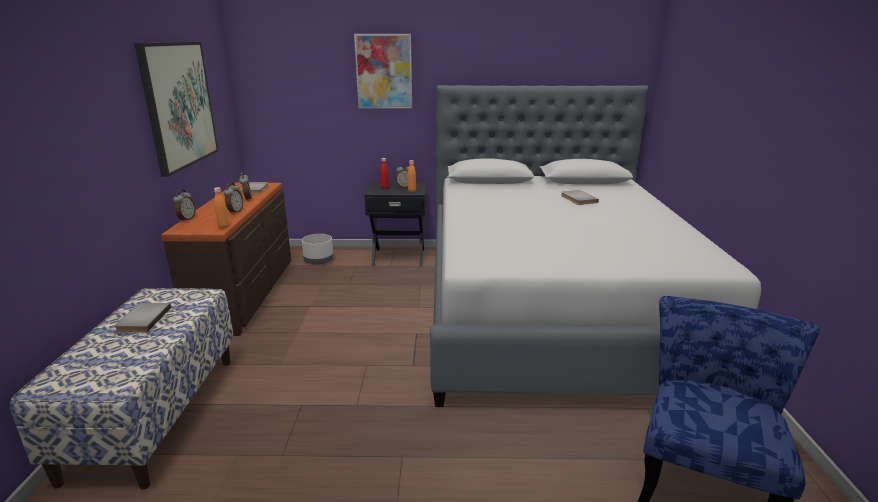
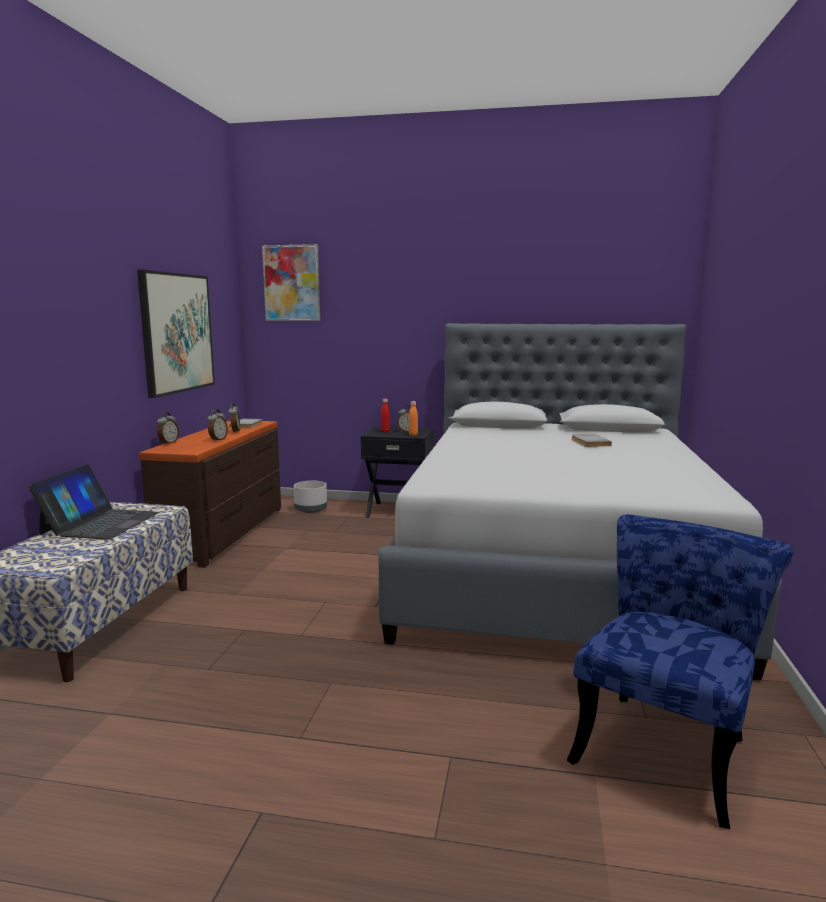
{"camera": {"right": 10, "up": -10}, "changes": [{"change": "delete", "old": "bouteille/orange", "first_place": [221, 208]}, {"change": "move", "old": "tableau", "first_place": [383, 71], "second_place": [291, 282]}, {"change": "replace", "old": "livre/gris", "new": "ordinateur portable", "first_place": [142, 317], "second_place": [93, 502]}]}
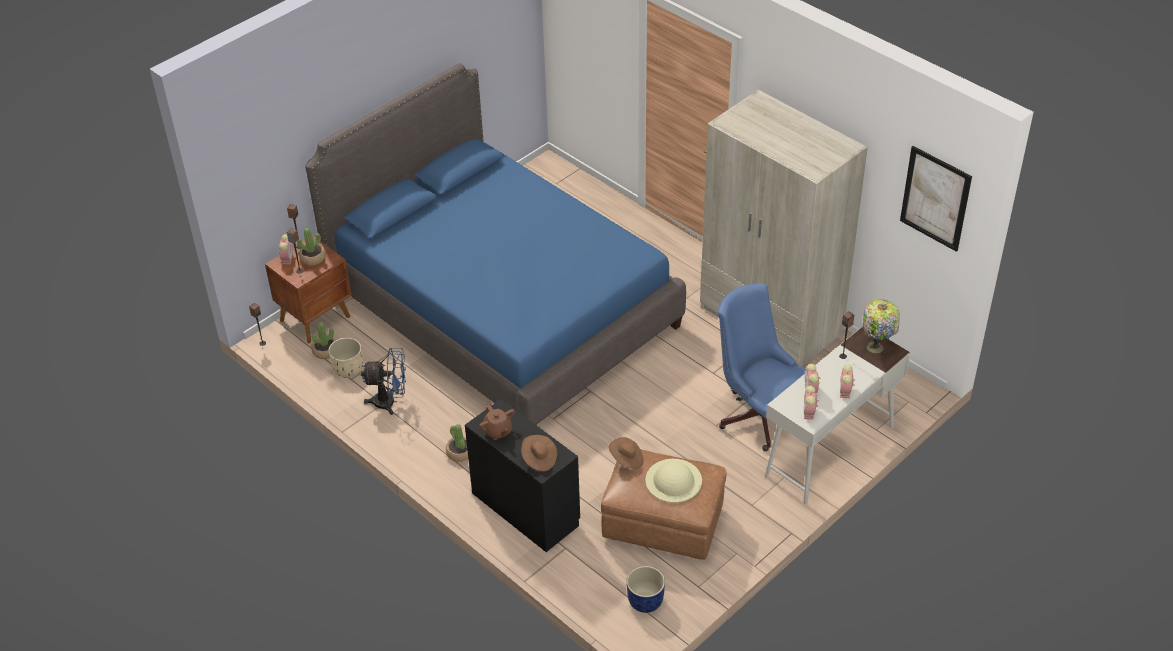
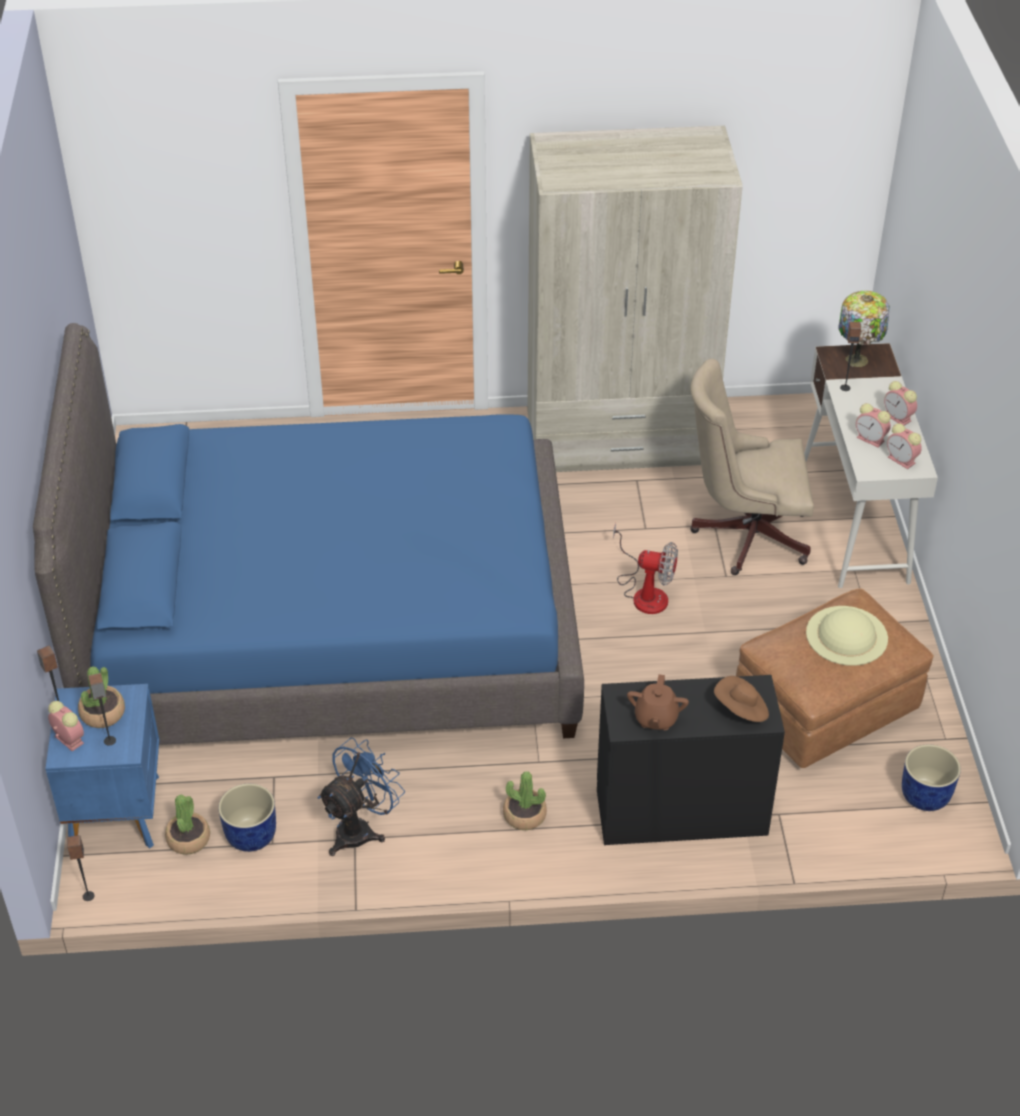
{"camera": {"right": -50, "up": 0}, "changes": [{"change": "delete", "old": "chapeau/marron", "first_place": [626, 453]}, {"change": "delete", "old": "tableau", "first_place": [936, 199]}, {"change": "insert", "new": "ventilateur", "second_place": [645, 568]}, {"change": "recolor", "old": "table de chevet/marron", "new": "table de chevet/bleu", "first_place": [308, 289], "second_place": [102, 766]}, {"change": "recolor", "old": "cache-pot/beige", "new": "cache-pot/bleu", "first_place": [345, 358], "second_place": [247, 818]}, {"change": "recolor", "old": "chaise de bureau/bleu", "new": "chaise de bureau/beige", "first_place": [761, 367], "second_place": [752, 467]}, {"change": "rotate", "old": "théière/marron", "first_place": [497, 422], "second_place": [658, 702], "degrees": 90}]}
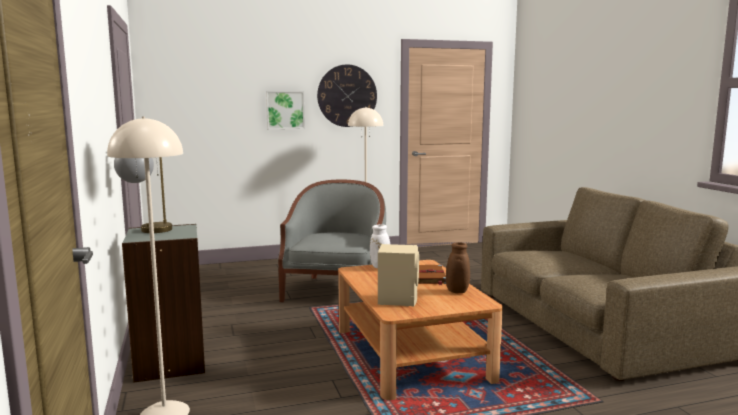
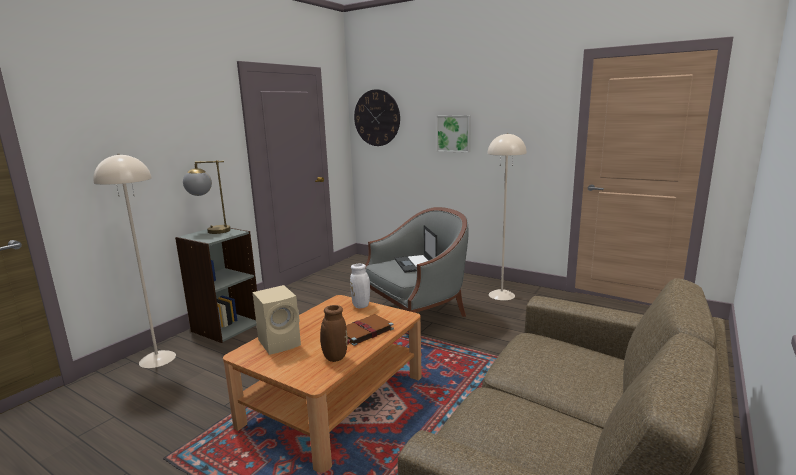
{"camera": {"right": 50, "up": 5}, "changes": [{"change": "insert", "new": "ordinateur portable", "second_place": [416, 249]}, {"change": "move", "old": "horloge murale", "first_place": [347, 95], "second_place": [377, 117]}]}
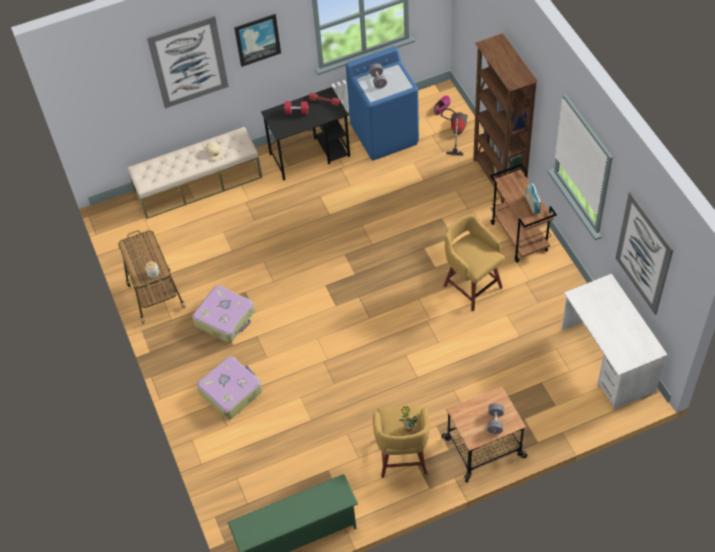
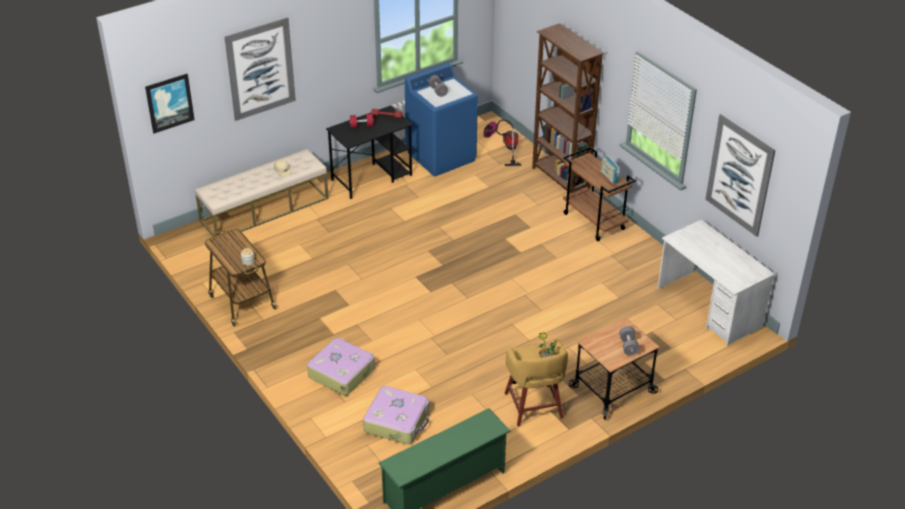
{"camera": {"right": -15, "up": -15}, "changes": [{"change": "delete", "old": "tabouret/jaune", "first_place": [474, 262]}, {"change": "move", "old": "valise", "first_place": [223, 314], "second_place": [396, 415]}, {"change": "move", "old": "tableau", "first_place": [257, 40], "second_place": [170, 103]}]}
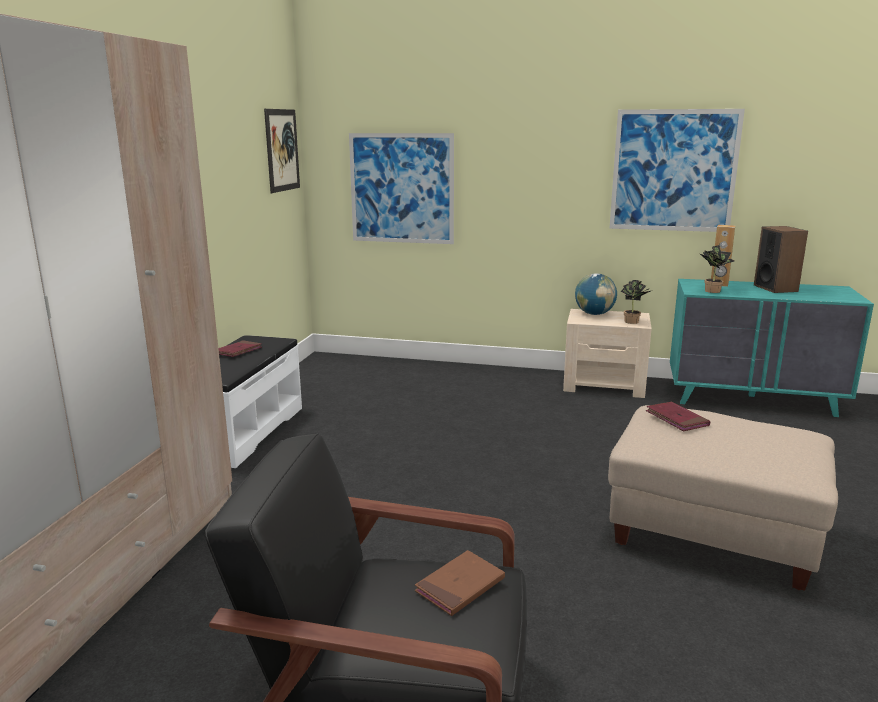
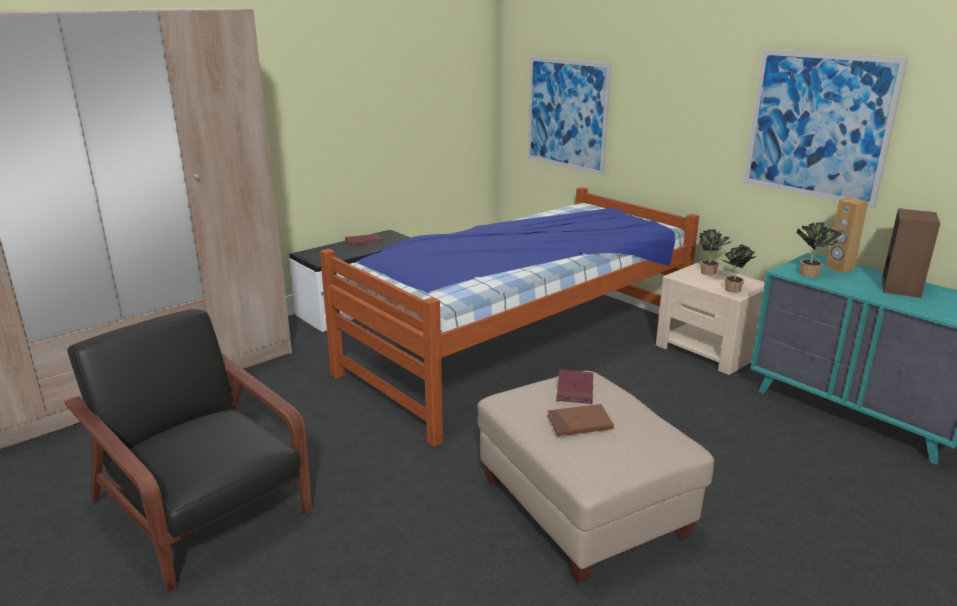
{"camera": {"right": 35, "up": 5}, "changes": [{"change": "delete", "old": "tableau", "first_place": [282, 151]}, {"change": "insert", "new": "lit", "second_place": [509, 317]}, {"change": "move", "old": "livre/marron", "first_place": [460, 583], "second_place": [580, 420]}, {"change": "replace", "old": "globe", "new": "plante en pot", "first_place": [596, 294], "second_place": [716, 252]}]}
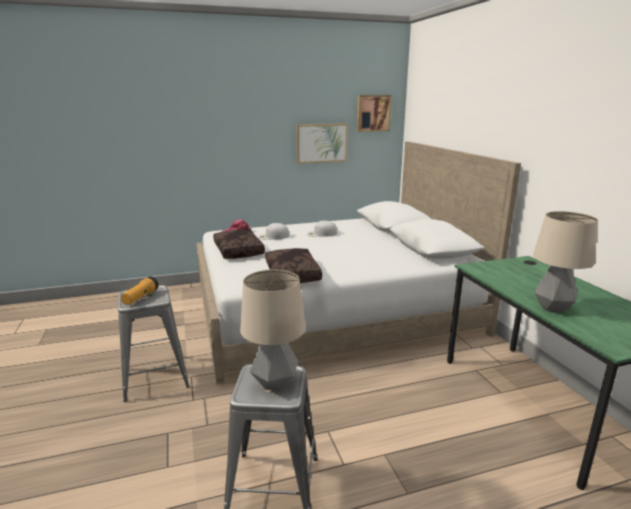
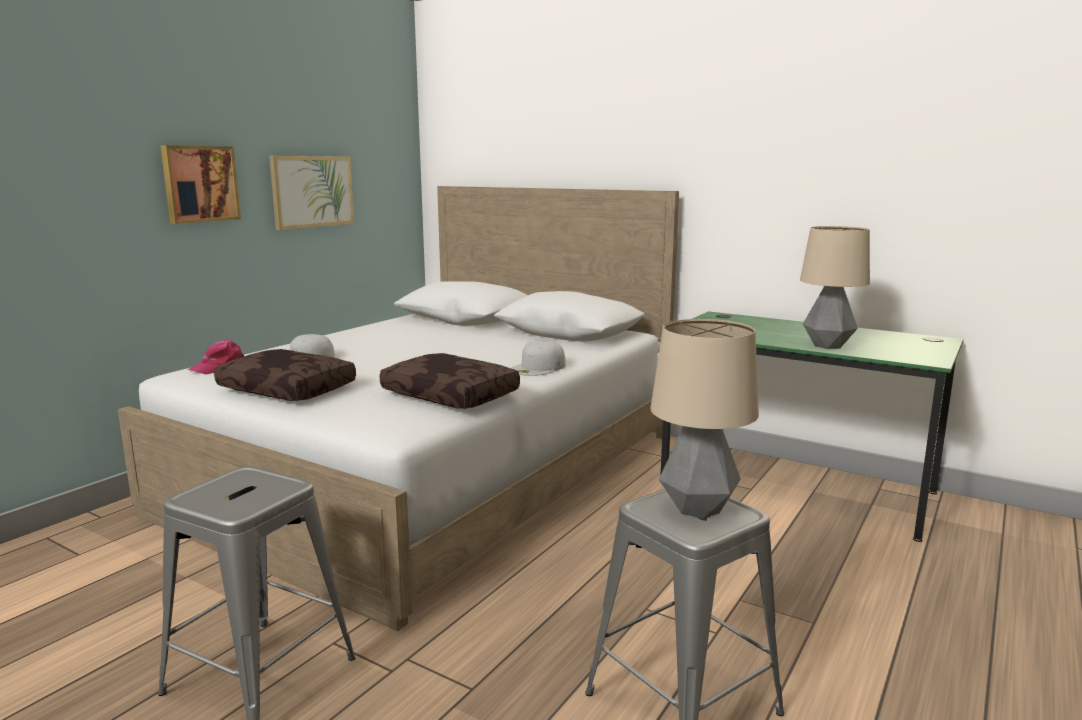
{"camera": {"right": -40, "up": -5}, "changes": [{"change": "delete", "old": "lampe de poche", "first_place": [140, 290]}, {"change": "move", "old": "casquette/blanc", "first_place": [321, 229], "second_place": [538, 358]}, {"change": "move", "old": "tableau", "first_place": [374, 113], "second_place": [200, 184]}]}
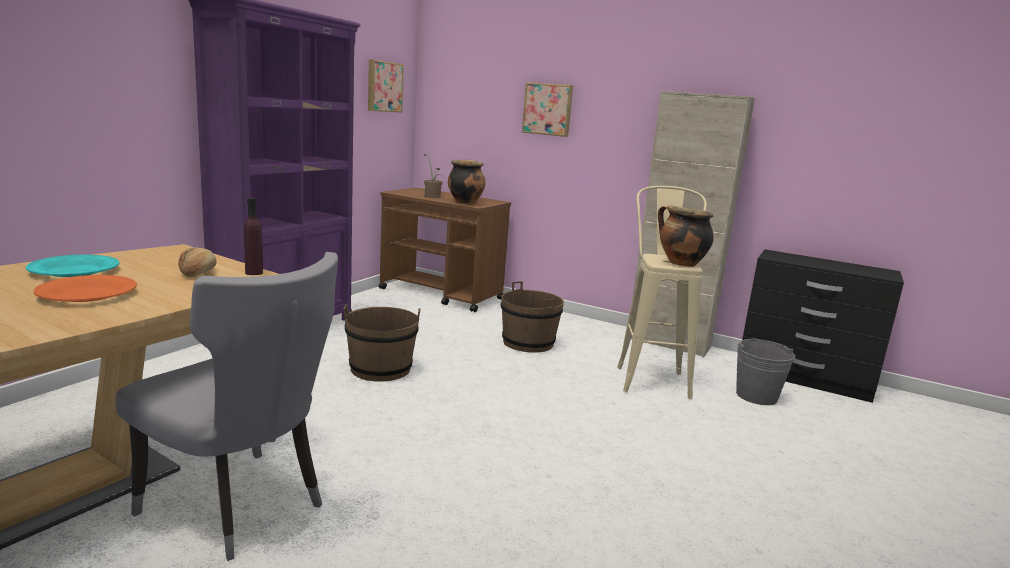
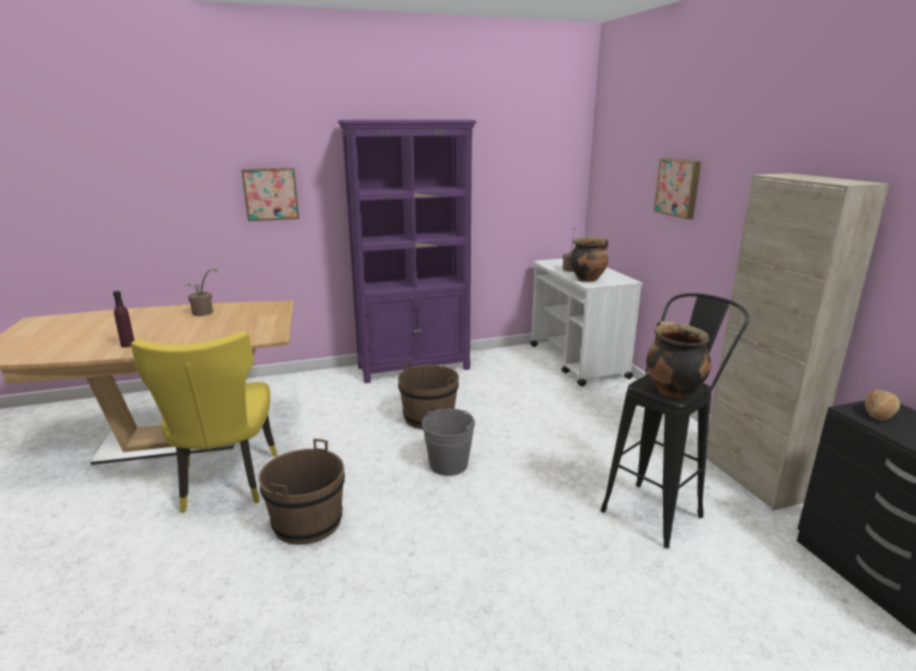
{"camera": {"right": 45, "up": 5}, "changes": [{"change": "delete", "old": "assiette/orange", "first_place": [85, 288]}, {"change": "move", "old": "pain", "first_place": [197, 262], "second_place": [882, 405]}, {"change": "move", "old": "bouteille/violet", "first_place": [253, 236], "second_place": [123, 319]}, {"change": "move", "old": "tableau", "first_place": [386, 85], "second_place": [270, 194]}, {"change": "move", "old": "seau/marron", "first_place": [532, 317], "second_place": [301, 492]}, {"change": "move", "old": "seau/gris", "first_place": [765, 371], "second_place": [448, 442]}, {"change": "replace", "old": "assiette/turquoise", "new": "plante en pot", "first_place": [72, 265], "second_place": [202, 292]}, {"change": "recolor", "old": "chaise/gris", "new": "chaise/jaune", "first_place": [226, 406], "second_place": [204, 422]}, {"change": "recolor", "old": "chariot/marron", "new": "chariot/blanc", "first_place": [445, 250], "second_place": [586, 323]}, {"change": "recolor", "old": "tabouret/beige", "new": "tabouret/noir", "first_place": [662, 292], "second_place": [674, 420]}]}
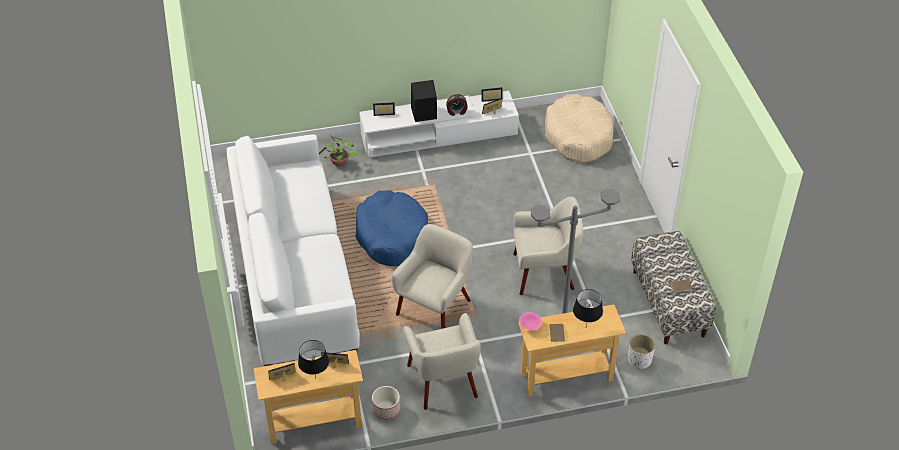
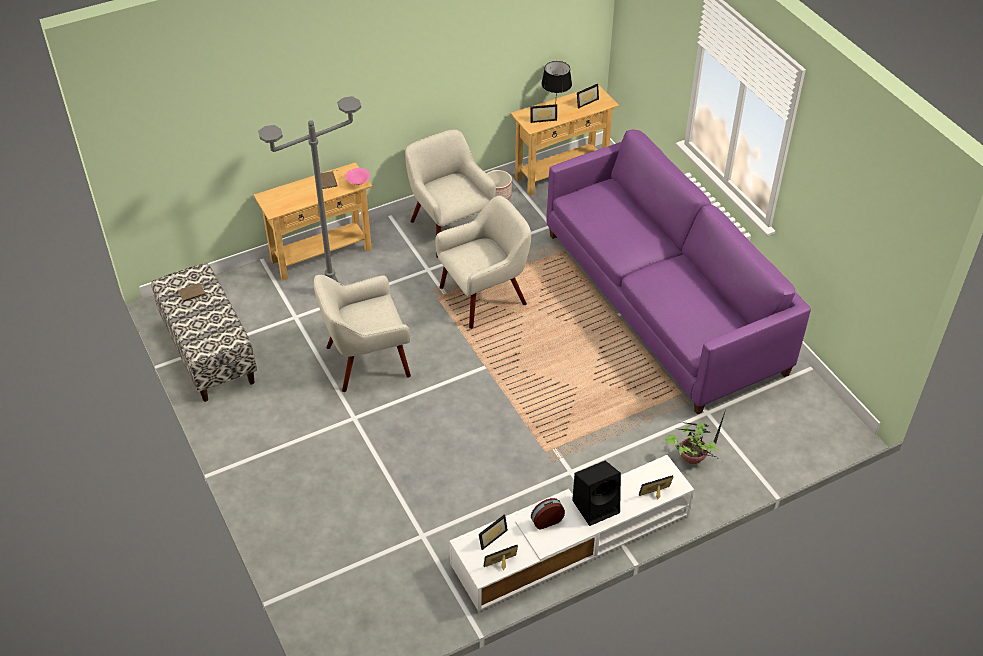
{"camera": {"right": 165, "up": 0}, "changes": [{"change": "delete", "old": "panier pour chien/bleu", "first_place": [391, 228]}, {"change": "delete", "old": "panier pour chien/beige", "first_place": [579, 128]}, {"change": "delete", "old": "lampe de table/noir", "first_place": [588, 307]}, {"change": "delete", "old": "cache-pot/blanc", "first_place": [641, 352]}, {"change": "recolor", "old": "canapé/blanc", "new": "canapé/violet", "first_place": [293, 250], "second_place": [678, 272]}, {"change": "rotate", "old": "fauteuil/beige", "first_place": [432, 276], "second_place": [483, 262], "degrees": -135}]}
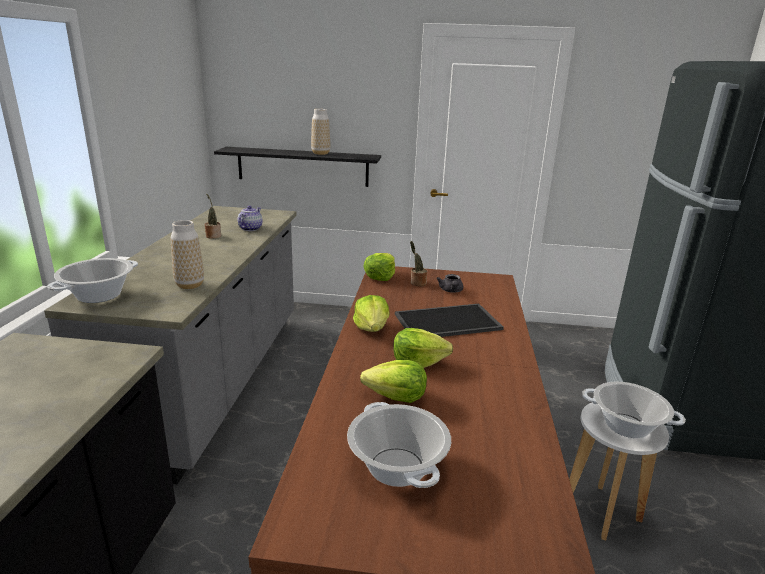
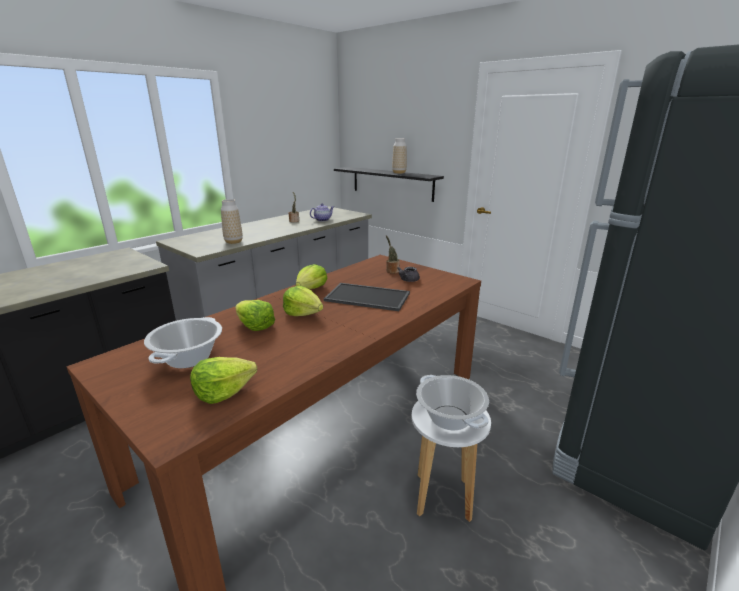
{"camera": {"right": 35, "up": 0}, "changes": [{"change": "delete", "old": "marmite", "first_place": [92, 280]}, {"change": "move", "old": "laitue", "first_place": [379, 267], "second_place": [223, 380]}]}
